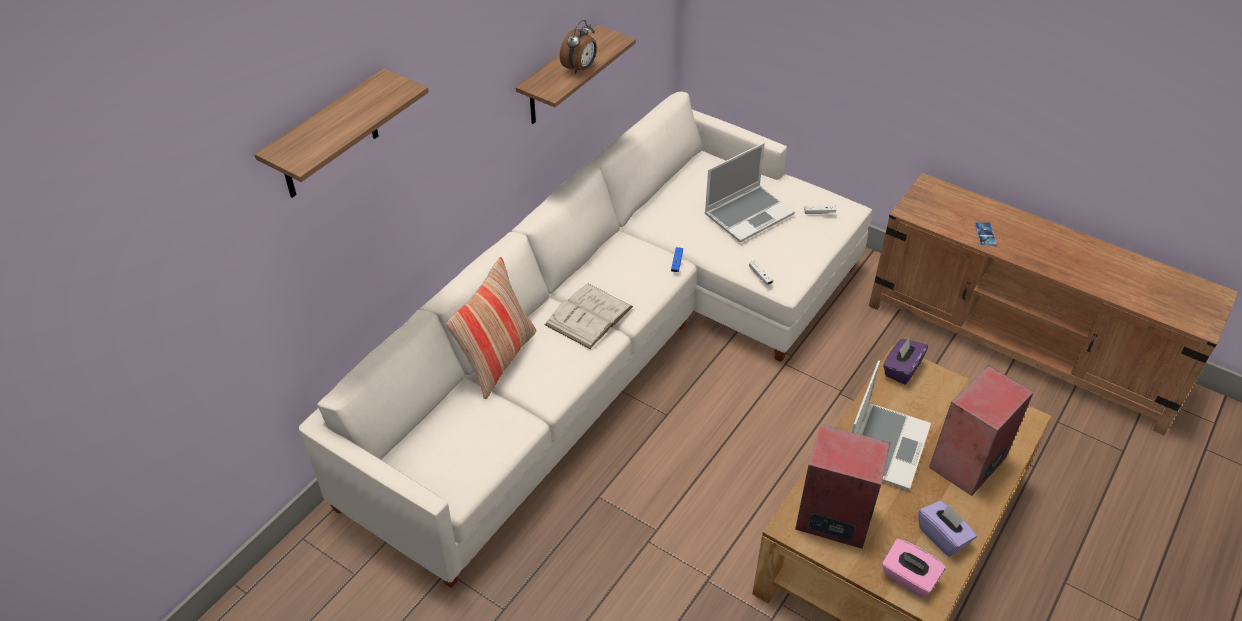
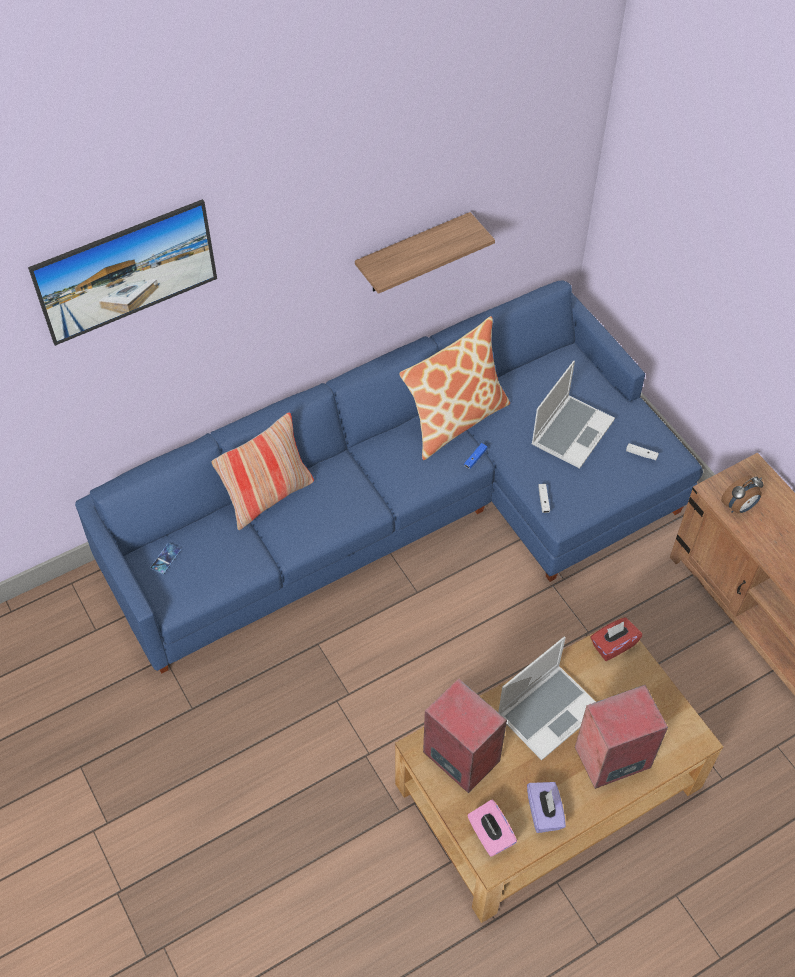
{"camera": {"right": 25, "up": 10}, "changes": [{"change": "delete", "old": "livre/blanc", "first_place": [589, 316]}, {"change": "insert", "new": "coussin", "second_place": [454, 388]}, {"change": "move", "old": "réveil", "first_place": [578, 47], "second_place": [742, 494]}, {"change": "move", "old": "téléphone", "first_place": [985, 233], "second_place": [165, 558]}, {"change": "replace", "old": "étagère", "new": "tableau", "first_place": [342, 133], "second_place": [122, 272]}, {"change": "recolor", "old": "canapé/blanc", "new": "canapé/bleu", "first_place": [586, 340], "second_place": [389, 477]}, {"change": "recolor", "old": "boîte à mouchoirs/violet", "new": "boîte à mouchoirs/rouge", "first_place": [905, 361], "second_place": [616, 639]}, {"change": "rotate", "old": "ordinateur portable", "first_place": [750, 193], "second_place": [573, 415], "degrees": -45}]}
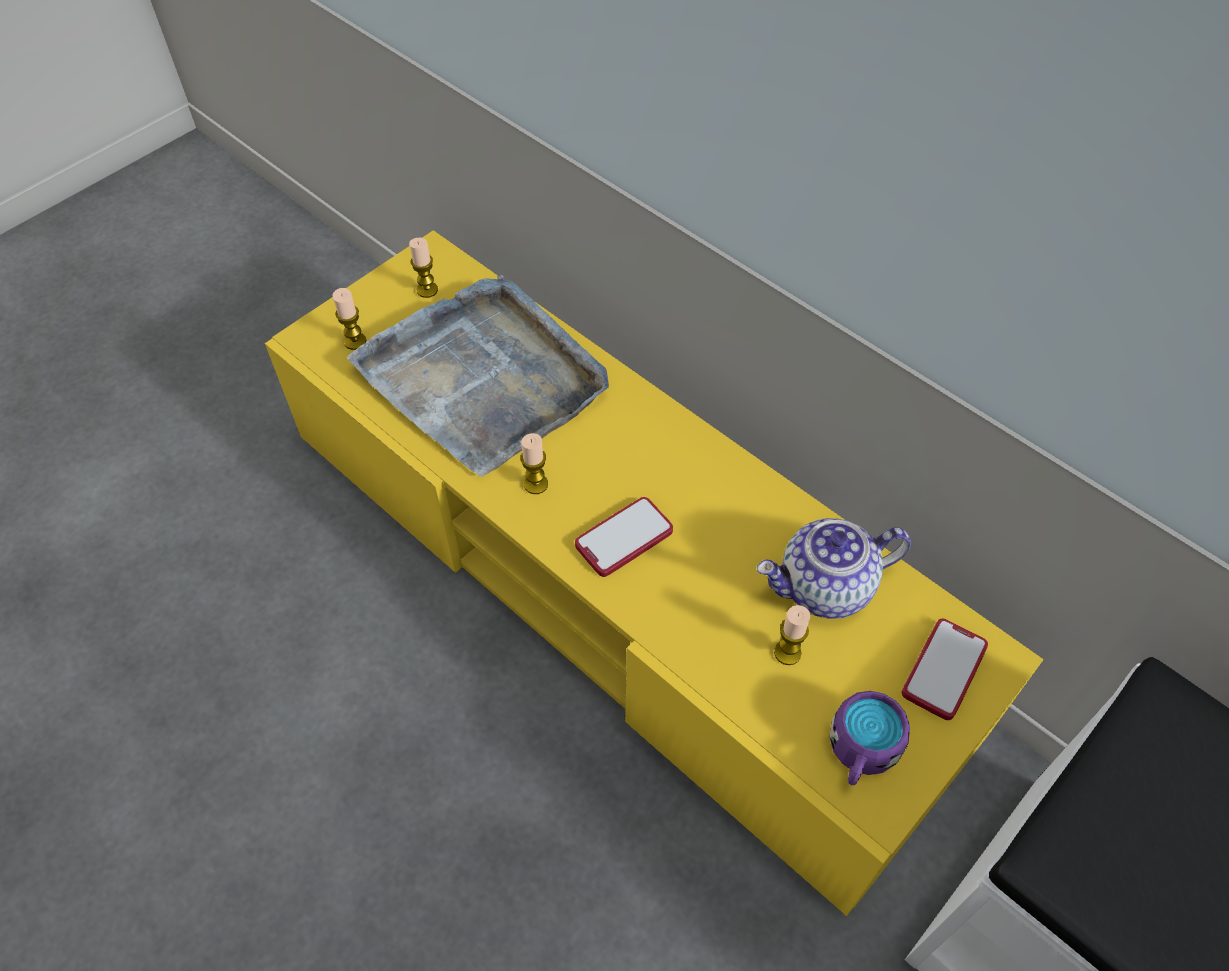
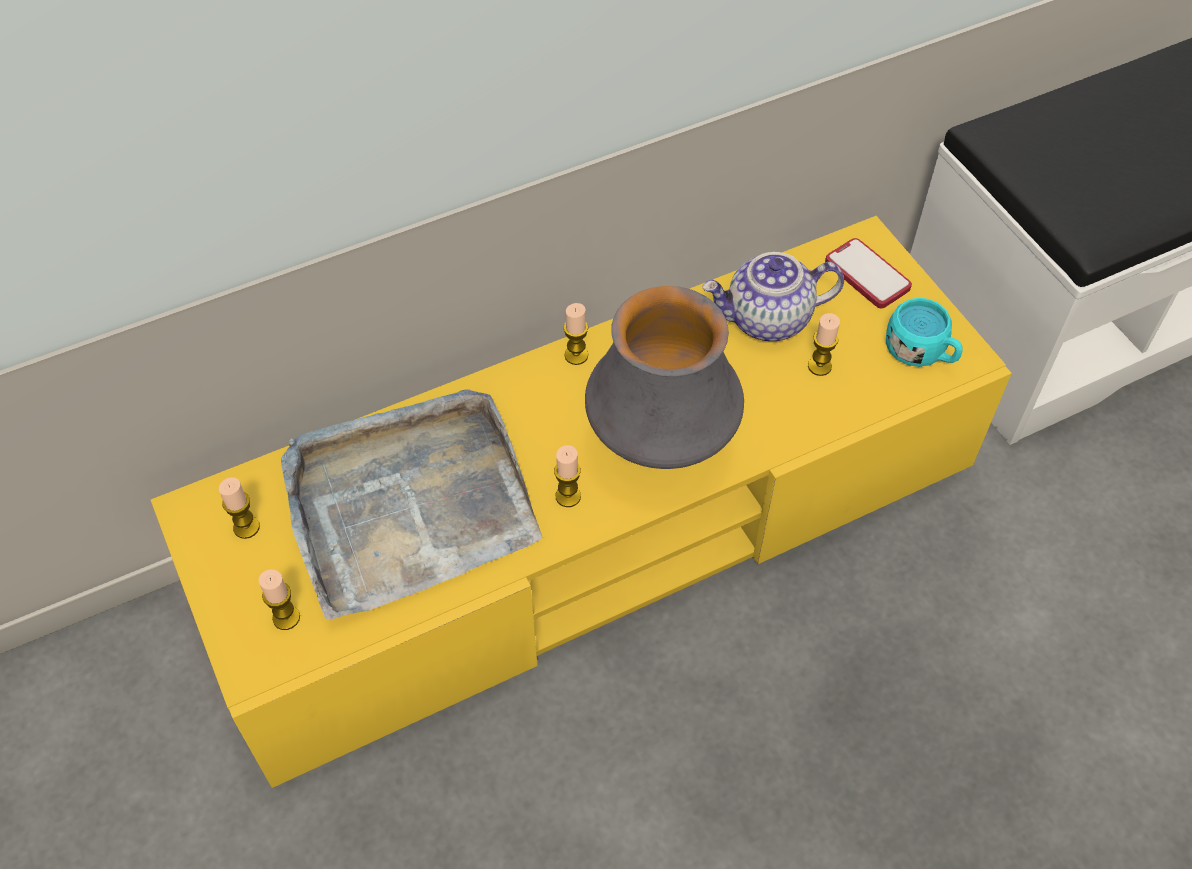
{"camera": {"right": -70, "up": 0}, "changes": [{"change": "insert", "new": "bougie", "second_place": [575, 334]}, {"change": "replace", "old": "téléphone", "new": "vase", "first_place": [624, 537], "second_place": [664, 377]}, {"change": "recolor", "old": "mug/violet", "new": "mug/turquoise", "first_place": [870, 738], "second_place": [924, 332]}, {"change": "rotate", "old": "théière", "first_place": [834, 568], "second_place": [773, 296], "degrees": 75}]}
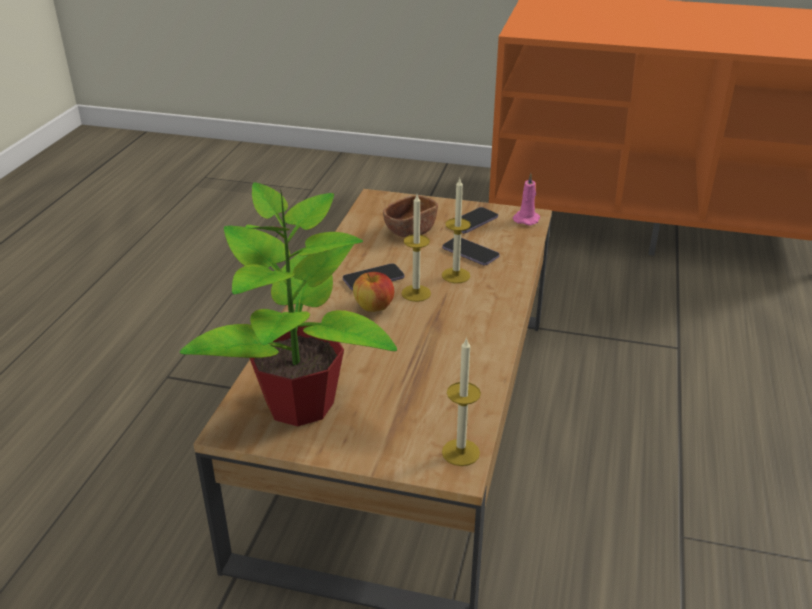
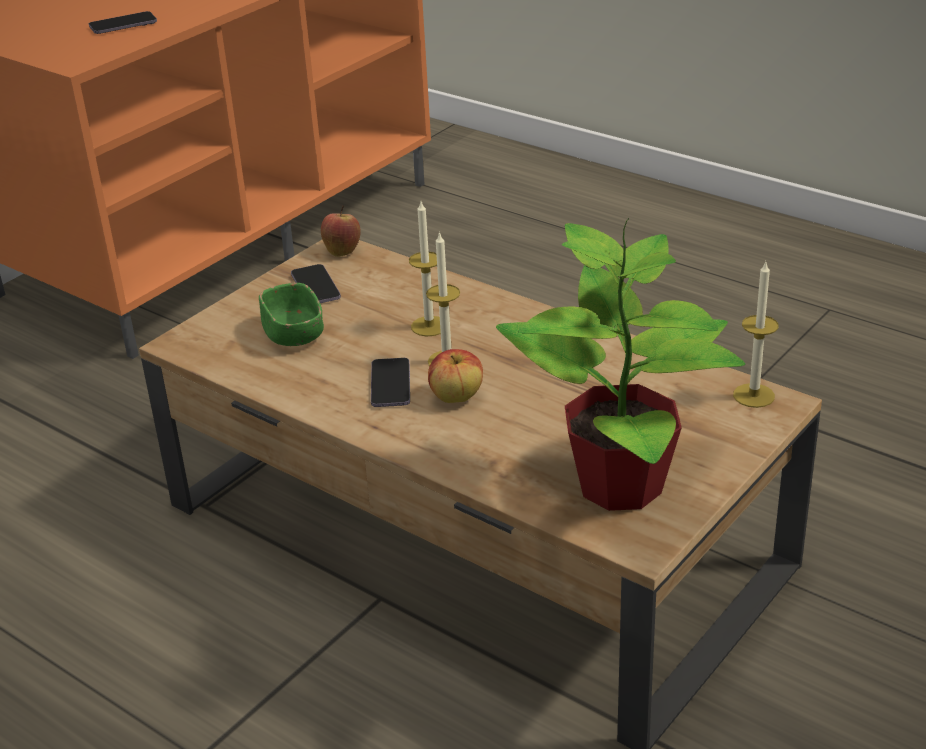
{"camera": {"right": -65, "up": 0}, "changes": [{"change": "move", "old": "téléphone", "first_place": [471, 251], "second_place": [123, 22]}, {"change": "replace", "old": "bougie/rose", "new": "pomme", "first_place": [526, 199], "second_place": [341, 231]}, {"change": "recolor", "old": "bol/marron", "new": "bol/vert", "first_place": [410, 216], "second_place": [291, 314]}]}
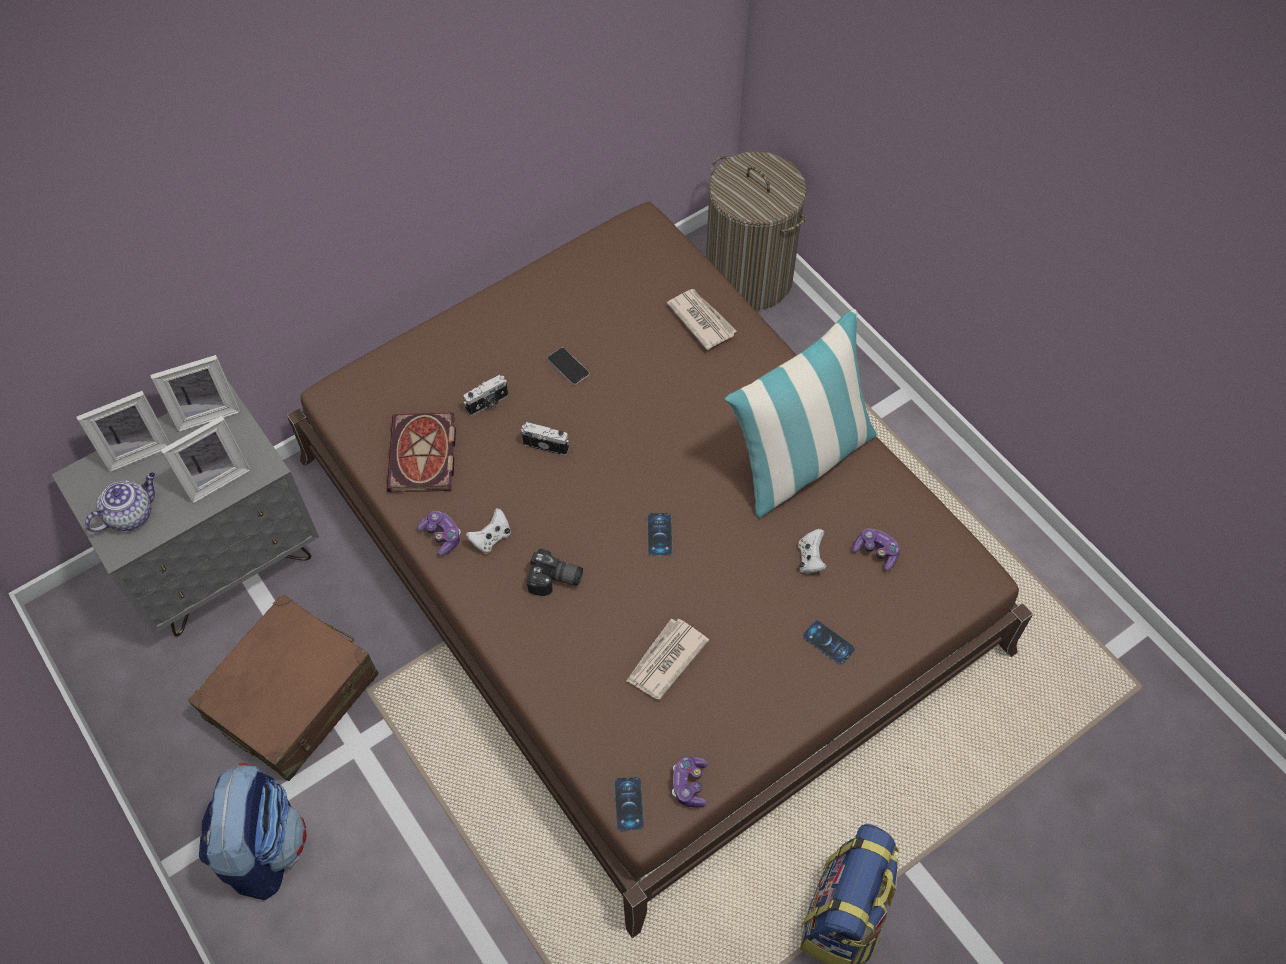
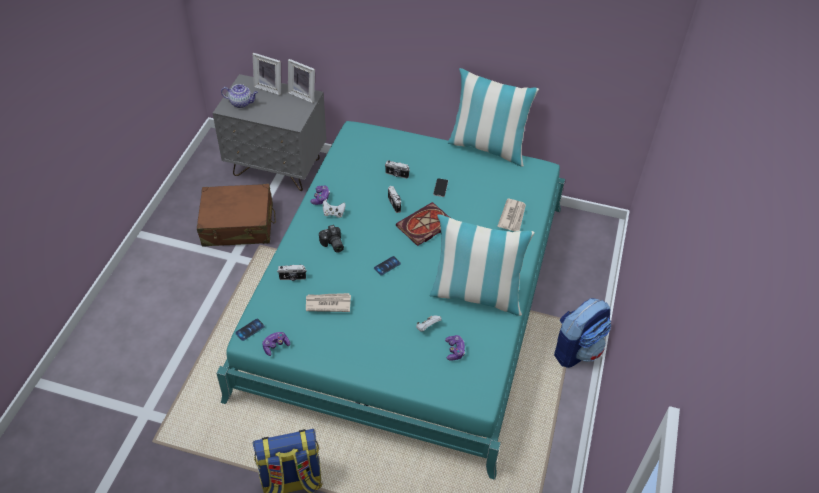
{"camera": {"right": 50, "up": -10}, "changes": [{"change": "delete", "old": "cadre photo", "first_place": [205, 460]}, {"change": "delete", "old": "panier à linge", "first_place": [756, 230]}, {"change": "delete", "old": "téléphone", "first_place": [829, 642]}, {"change": "insert", "new": "appareil photo", "second_place": [292, 273]}, {"change": "insert", "new": "coussin", "second_place": [493, 117]}, {"change": "move", "old": "sac à dos", "first_place": [252, 831], "second_place": [582, 333]}, {"change": "move", "old": "livre", "first_place": [421, 452], "second_place": [423, 224]}, {"change": "recolor", "old": "lit/marron", "new": "lit/turquoise", "first_place": [660, 570], "second_place": [390, 300]}]}
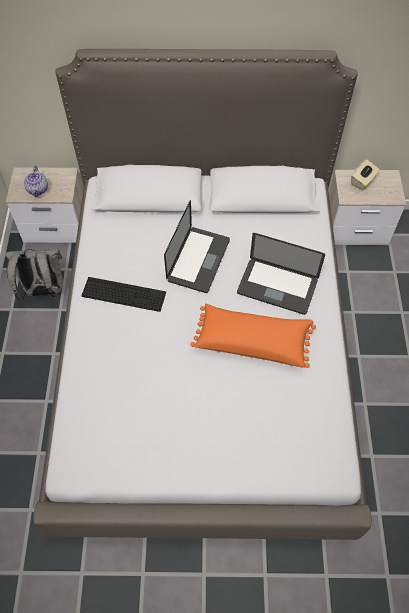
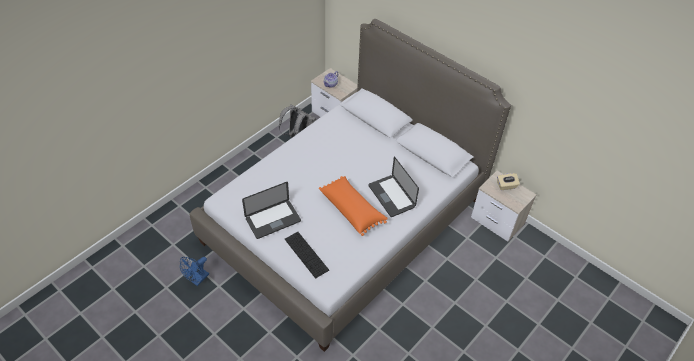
{"camera": {"right": 40, "up": -10}, "changes": [{"change": "insert", "new": "ventilateur/bleu", "second_place": [194, 271]}, {"change": "move", "old": "clavier", "first_place": [123, 294], "second_place": [307, 255]}, {"change": "move", "old": "ordinateur portable", "first_place": [197, 246], "second_place": [271, 210]}]}
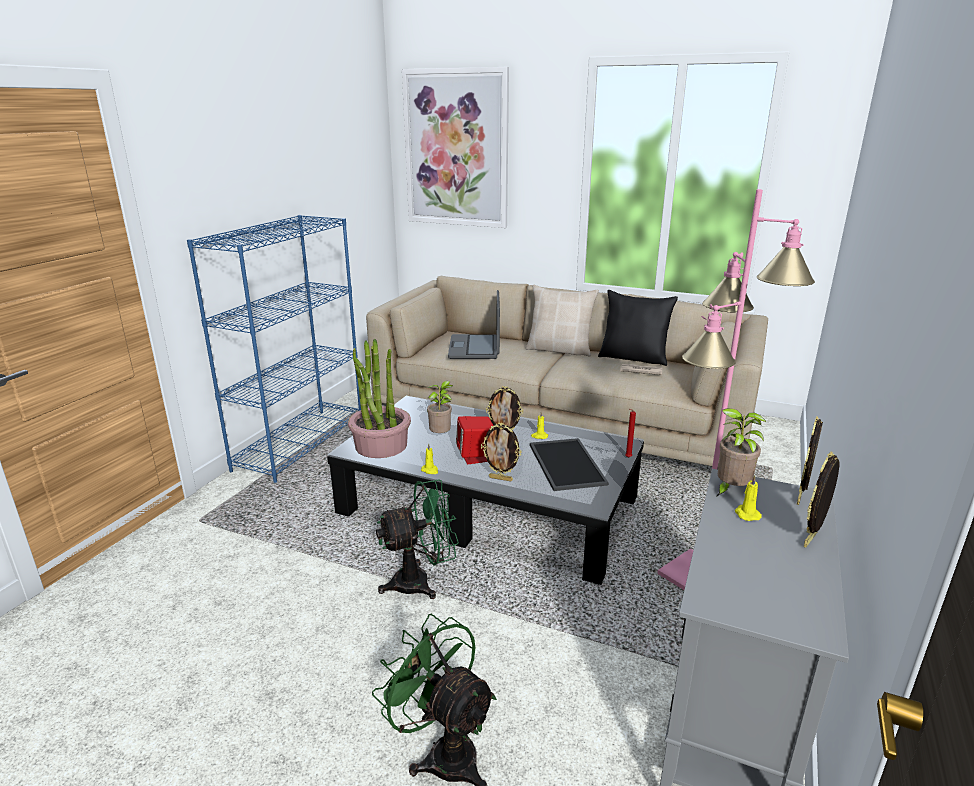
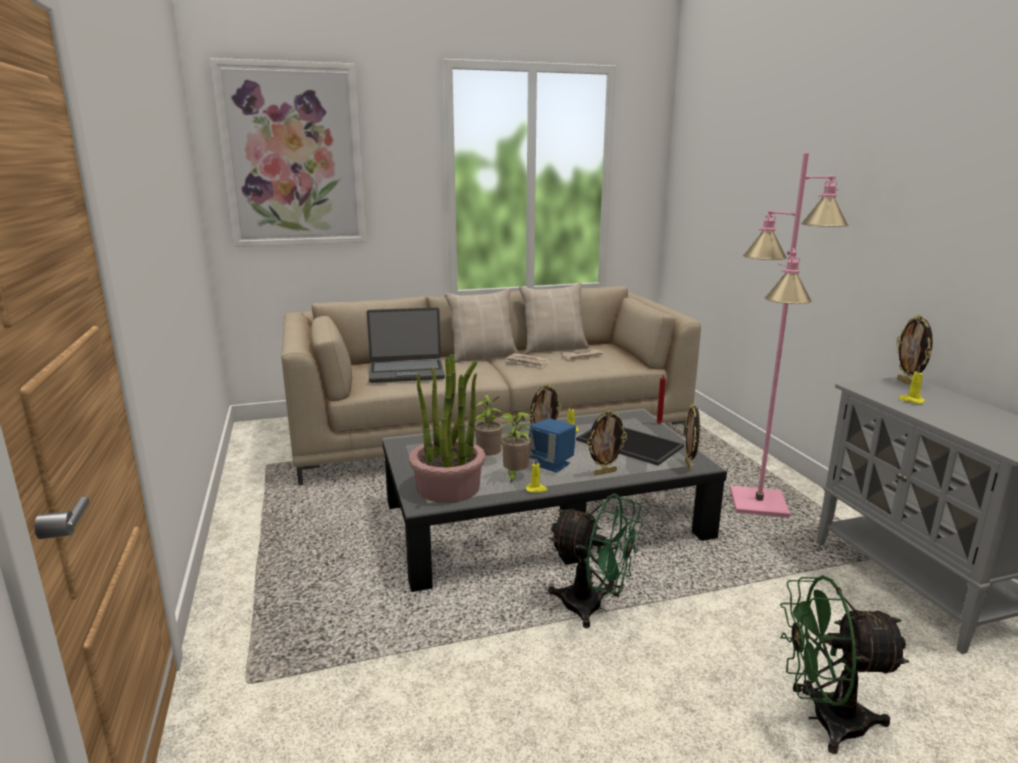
{"camera": {"right": -40, "up": -5}, "changes": [{"change": "delete", "old": "bibliothèque/bleu", "first_place": [274, 349]}, {"change": "insert", "new": "journal", "second_place": [528, 360]}, {"change": "move", "old": "plante en pot", "first_place": [741, 452], "second_place": [516, 447]}, {"change": "move", "old": "cadre photo", "first_place": [821, 500], "second_place": [692, 437]}, {"change": "recolor", "old": "enceinte/rouge", "new": "enceinte/bleu", "first_place": [475, 440], "second_place": [552, 445]}, {"change": "recolor", "old": "coussin/noir", "new": "coussin/beige", "first_place": [638, 328], "second_place": [554, 318]}, {"change": "rotate", "old": "ventilateur/vert", "first_place": [417, 539], "second_place": [595, 560], "degrees": 90}, {"change": "rotate", "old": "ordinateur portable", "first_place": [474, 324], "second_place": [406, 345], "degrees": -60}]}
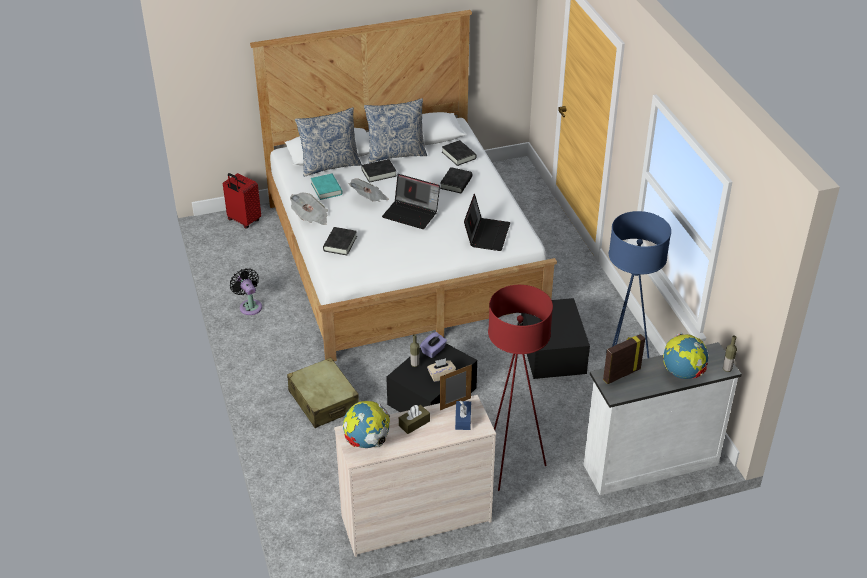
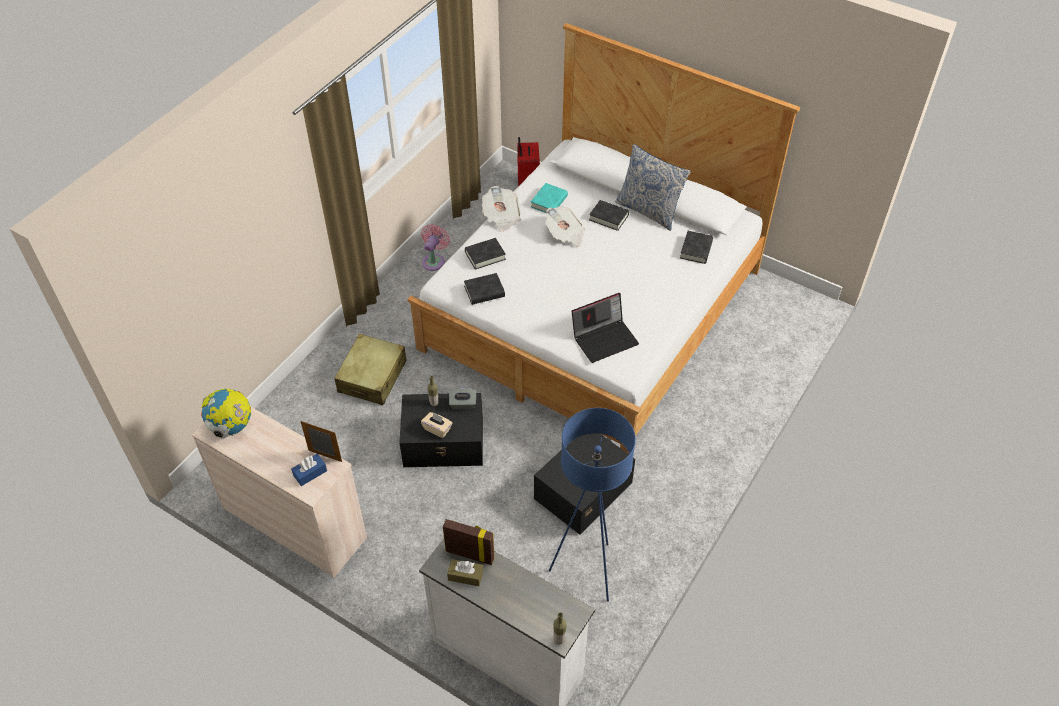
{"camera": {"right": 50, "up": 10}, "changes": [{"change": "delete", "old": "coussin", "first_place": [328, 142]}, {"change": "delete", "old": "ordinateur portable", "first_place": [411, 201]}, {"change": "delete", "old": "lampadaire/rouge", "first_place": [520, 388]}, {"change": "delete", "old": "globe", "first_place": [686, 355]}, {"change": "move", "old": "boîte à mouchoirs/marron", "first_place": [414, 419], "second_place": [465, 572]}, {"change": "move", "old": "livre/noir", "first_place": [456, 180], "second_place": [484, 289]}, {"change": "recolor", "old": "ventilateur/noir", "new": "ventilateur/rose", "first_place": [246, 291], "second_place": [435, 247]}, {"change": "recolor", "old": "boîte à mouchoirs/violet", "new": "boîte à mouchoirs/gris", "first_place": [433, 345], "second_place": [462, 399]}]}
